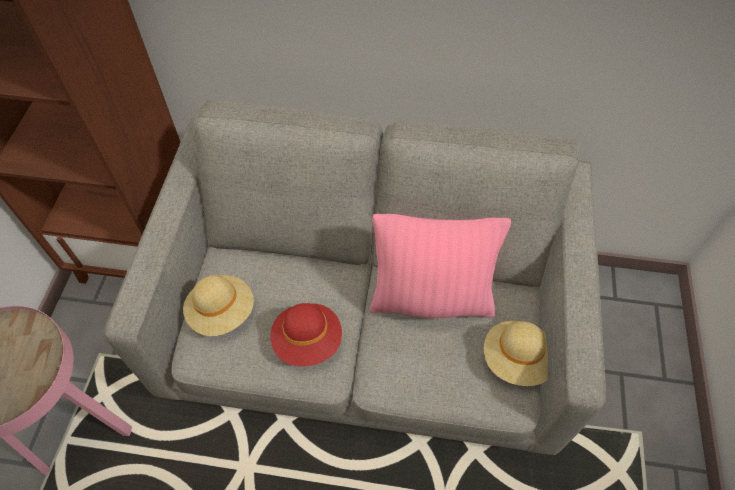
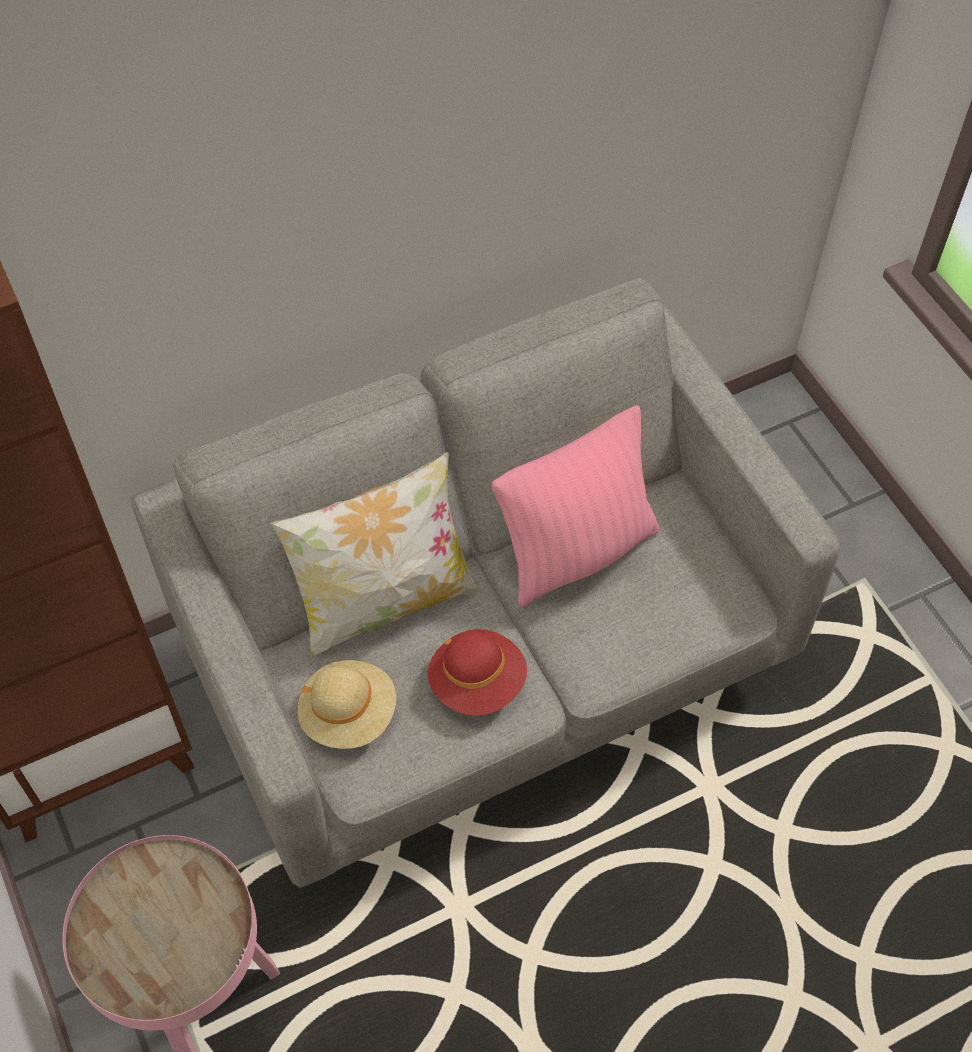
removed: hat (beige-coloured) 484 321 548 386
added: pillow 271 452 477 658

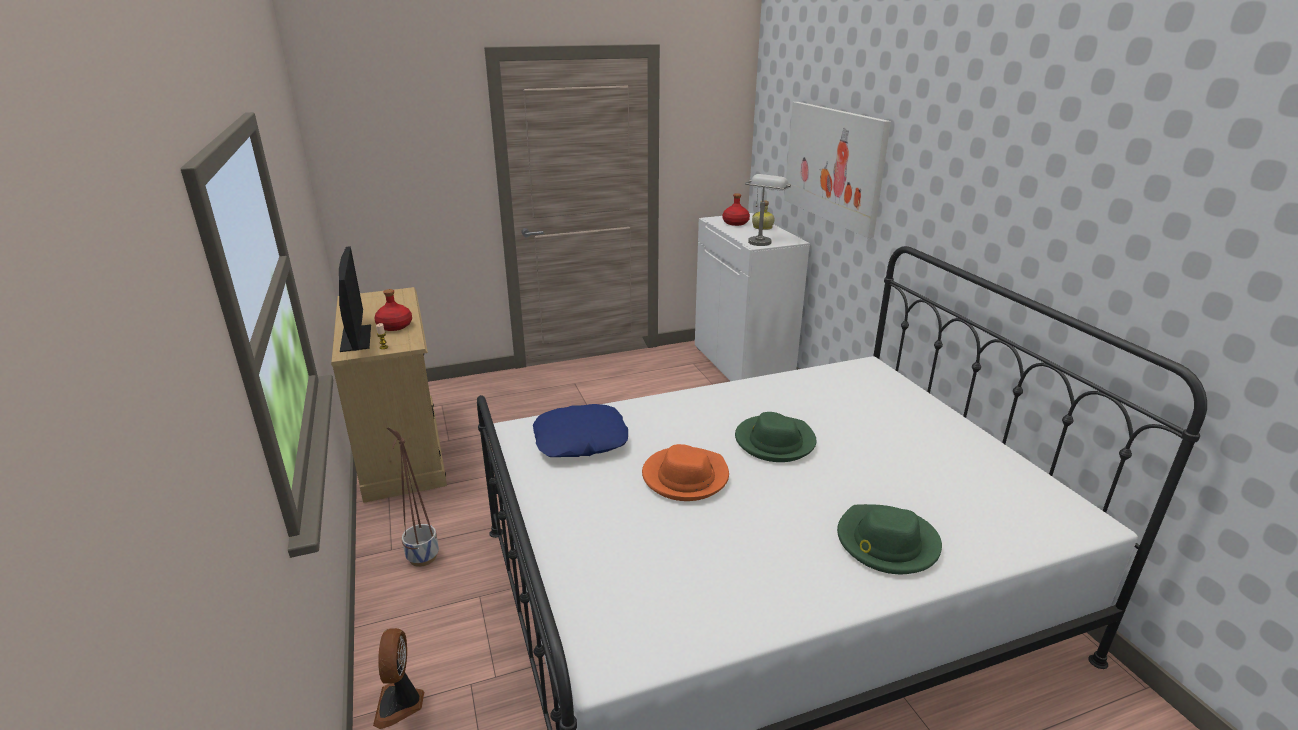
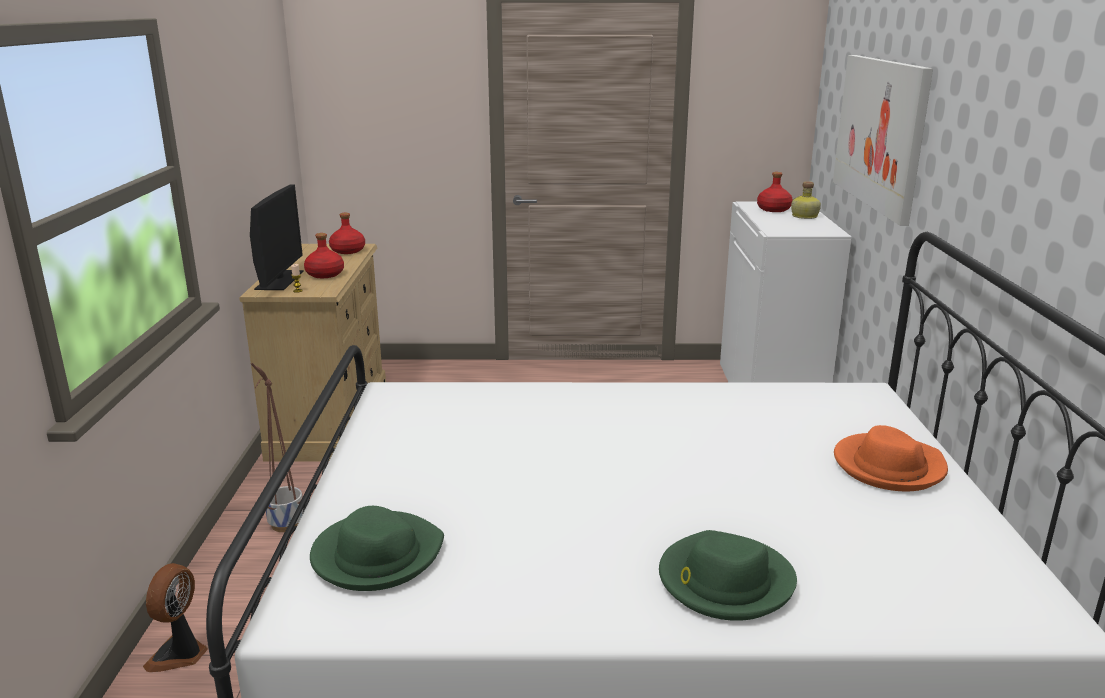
removed: table lamp (gray) 745 174 791 246; pillow (blue-coloured) 533 404 628 457
added: bottle (red) 329 213 365 254
moved: hat (green-coloured) 735 412 817 462 to 310 506 444 591; hat (orangey) 642 444 729 501 to 834 425 948 491

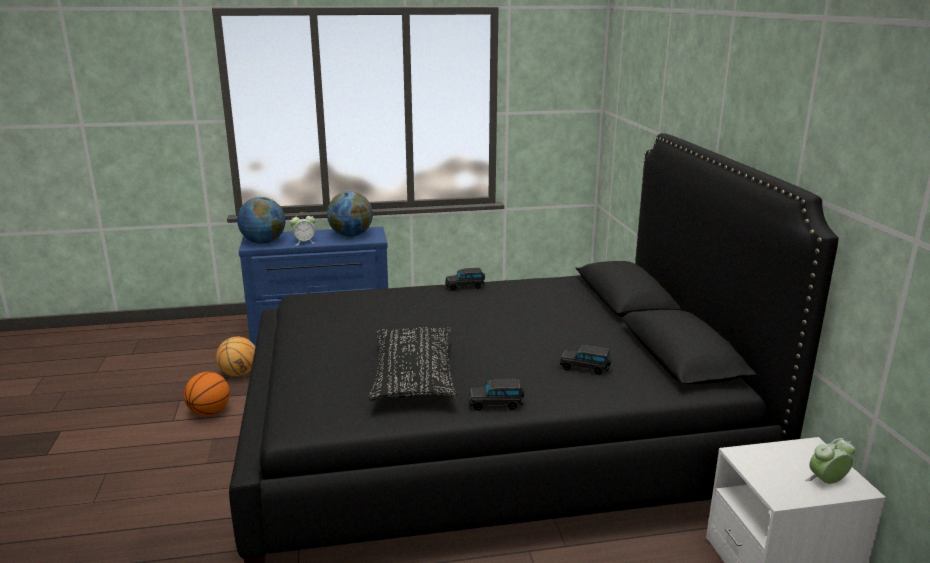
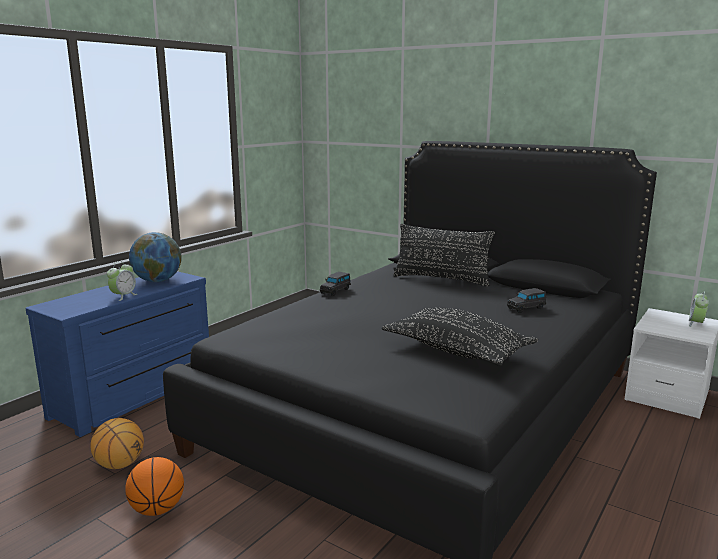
removed: globe 237 197 285 244; model car (black) 469 379 525 411
added: pillow (black) 394 224 495 286

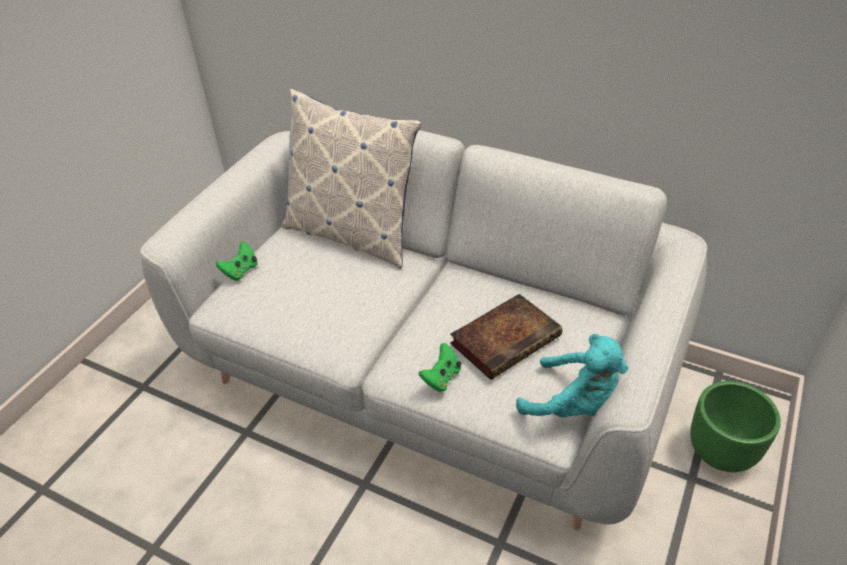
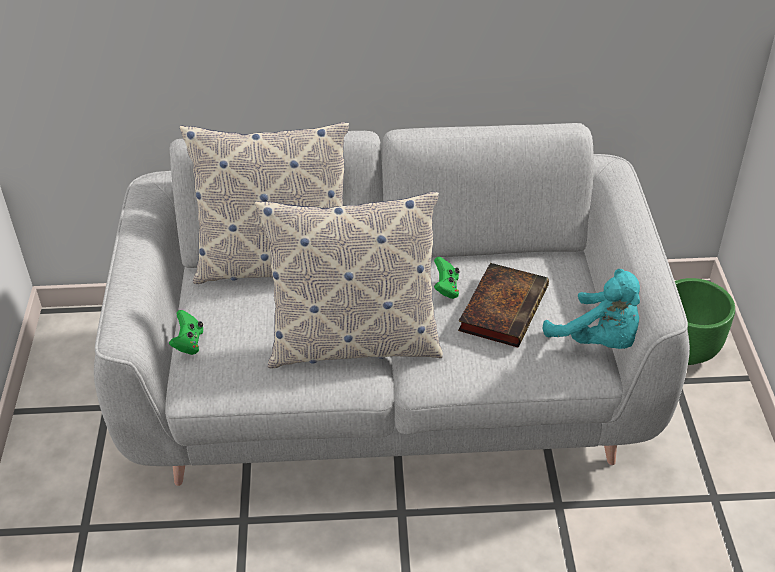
added: pillow 255 192 443 368
moved: joypad (green-coloured) 419 343 461 392 to 434 257 459 299
turned: cuddly toy (turquoise) 516 334 628 418 = 543 269 640 349 45 degrees clockwise

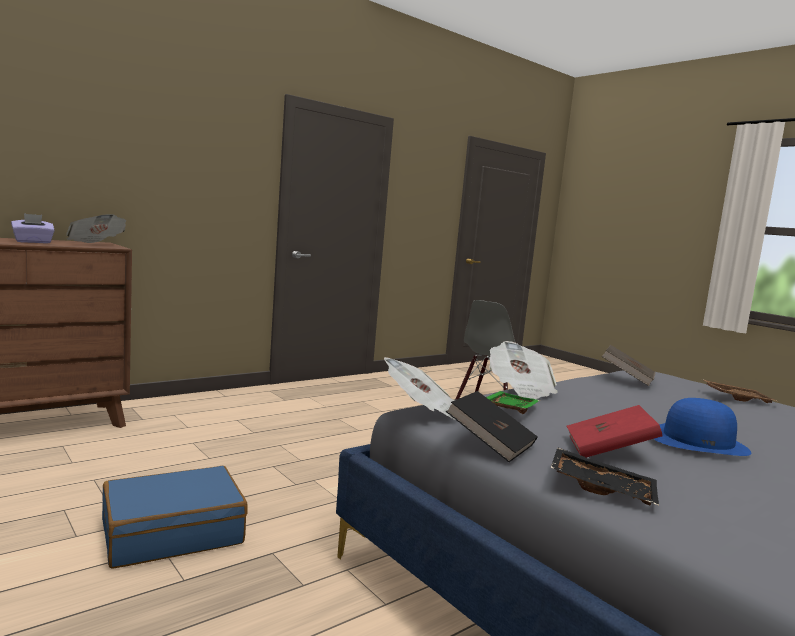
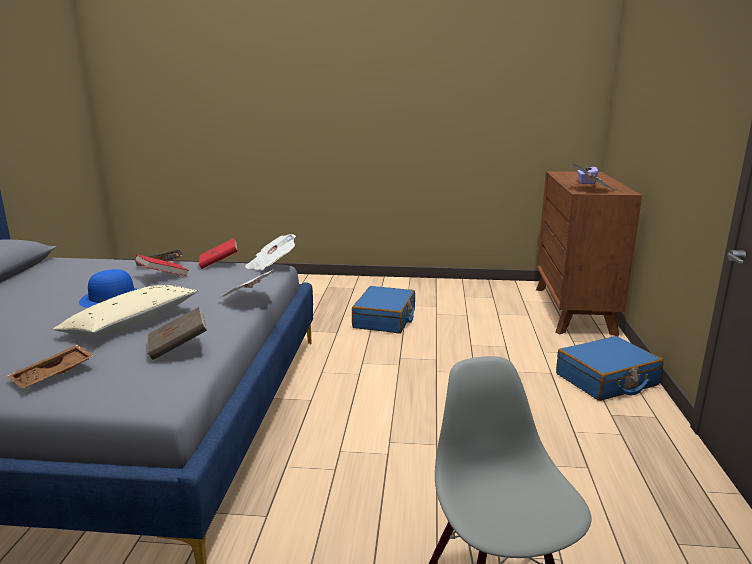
removed: tray (green-coloured) 486 391 540 414
added: pillow (beige-coloured) 53 285 198 337; piece of luggage (blue-coloured) 556 336 664 401
recoloured: bound book (black) 446 391 538 462 to bound book (red) 199 238 238 269

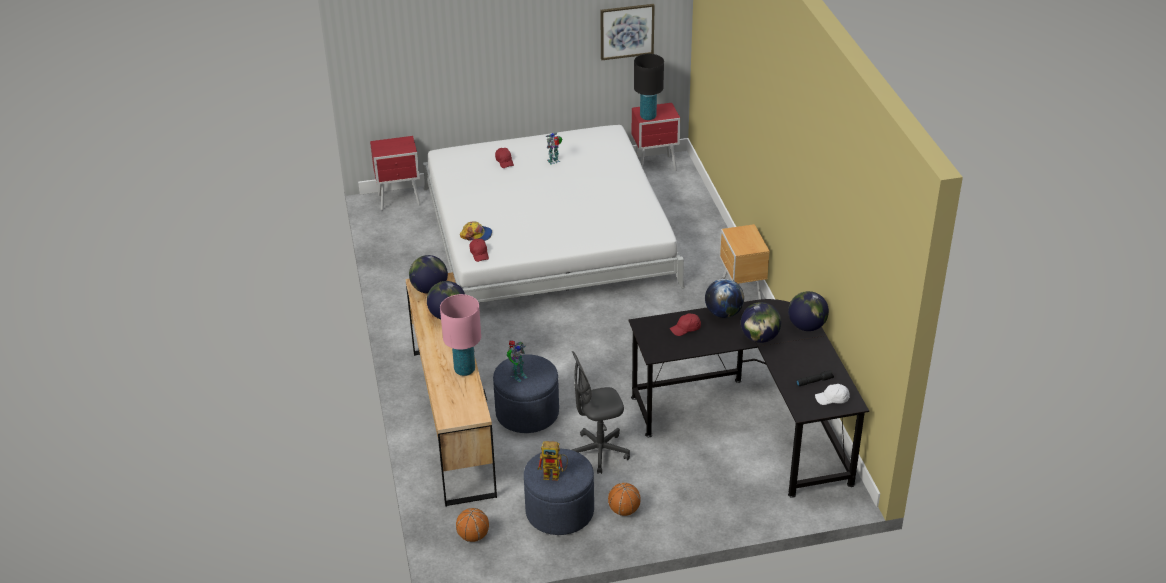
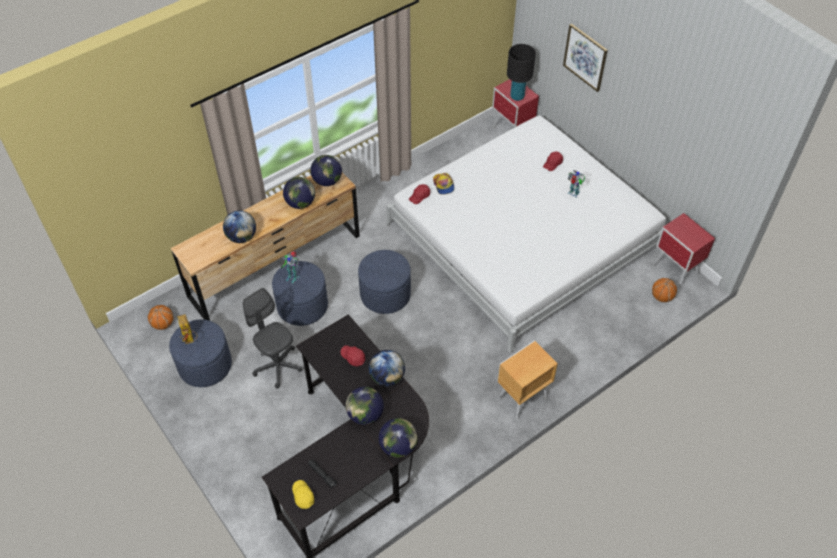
added: ottoman (blue-coloured) 358 250 411 314
moved: wall art 600 4 655 60 to 563 23 608 92; table lamp (black) 634 54 664 120 to 507 44 536 101; ball for basketball 608 483 641 516 to 652 278 677 302
replaced: table lamp (pink-coloured) 440 294 481 376 to globe 223 210 256 243
recoloured: cap (white-coloured) 815 384 850 405 to cap (yellow-coloured) 292 480 314 509

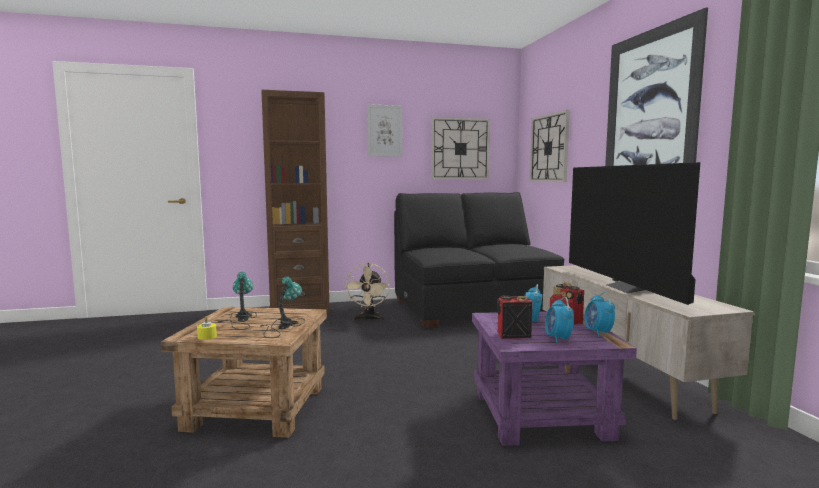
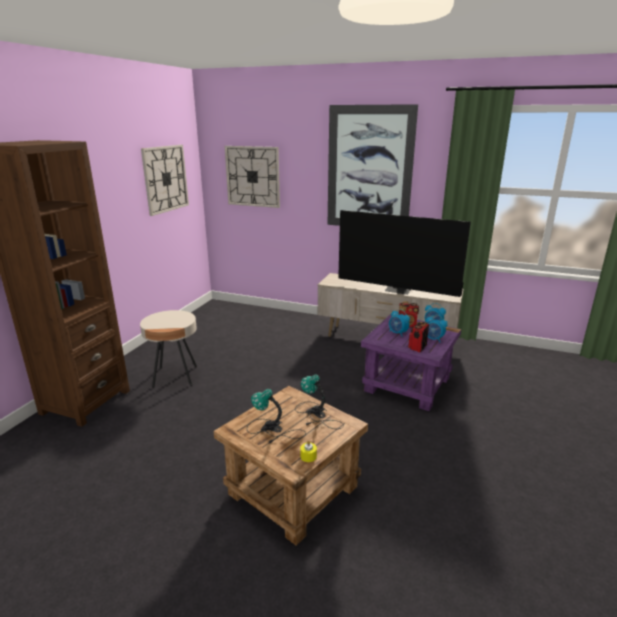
removed: wall art 367 104 402 157; couch (black) 394 192 564 328
replaced: cooling fan (beige-coloured) 346 263 390 321 to side table (beige-coloured) 140 310 197 388

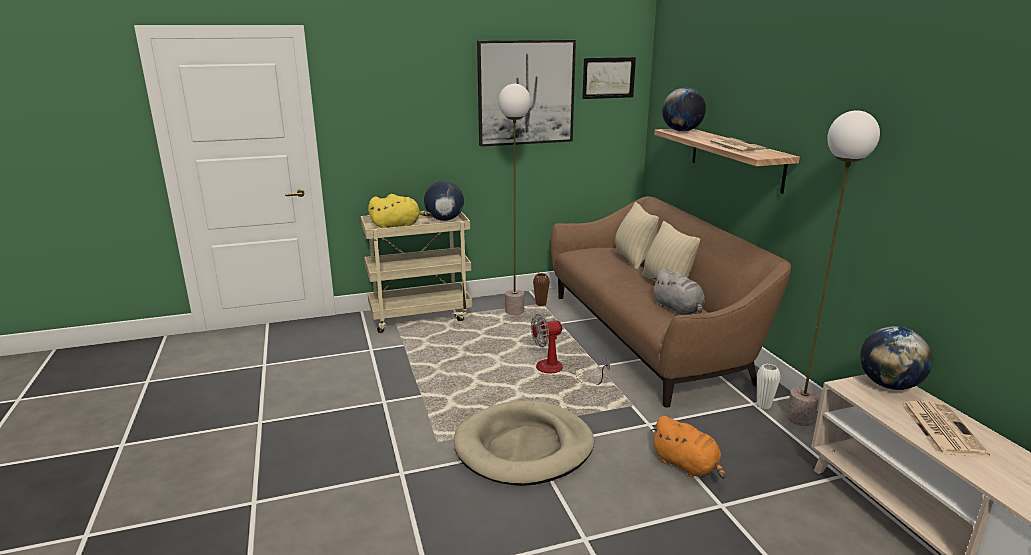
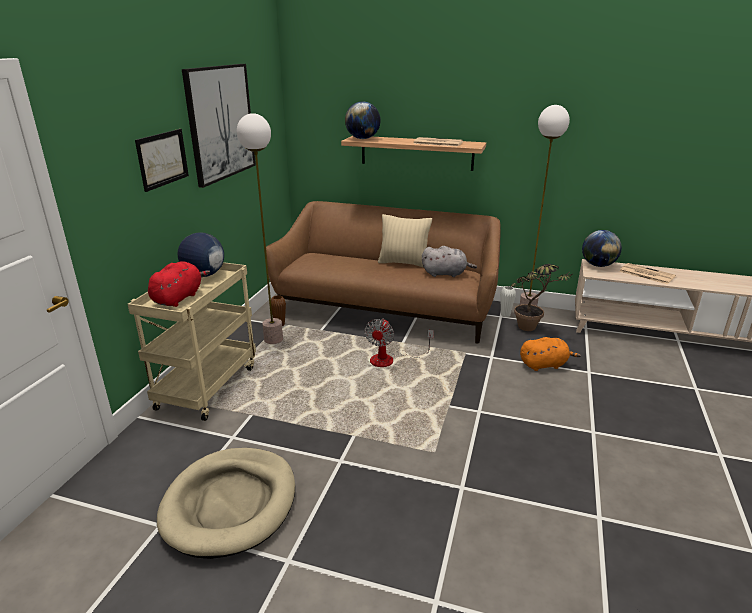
removed: pillow (beige-coloured) 615 202 659 270
added: plant in a pot 511 264 573 331
moved: wall art 582 57 636 99 to 135 129 189 192; dog bed (beige-coloured) 454 400 594 486 to 157 448 295 559
recoloured: cuddly toy (yellow-coloured) 368 194 431 228 to cuddly toy (red) 148 261 210 307

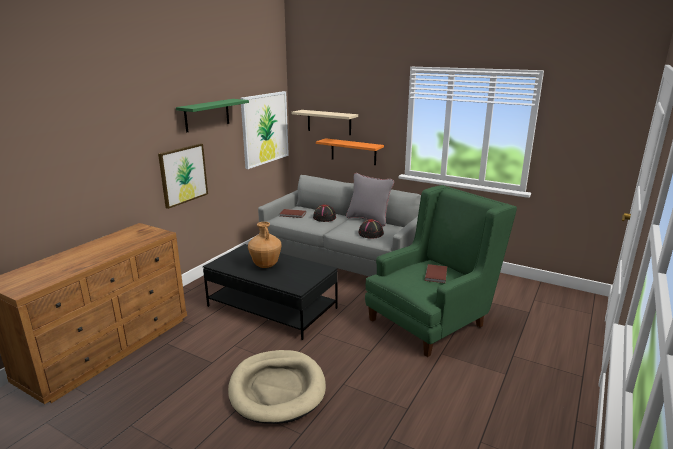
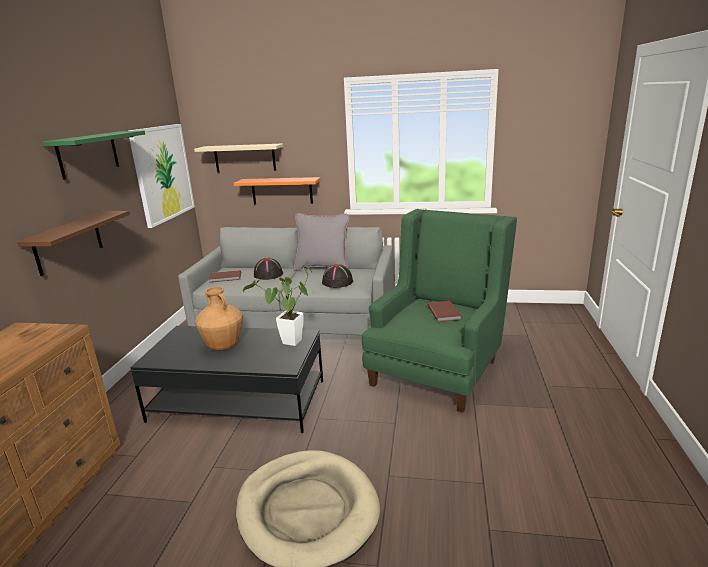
added: plant in a pot 243 265 312 346
replaced: wall art 158 143 208 209 to bracket shelf (brown) 17 211 130 276

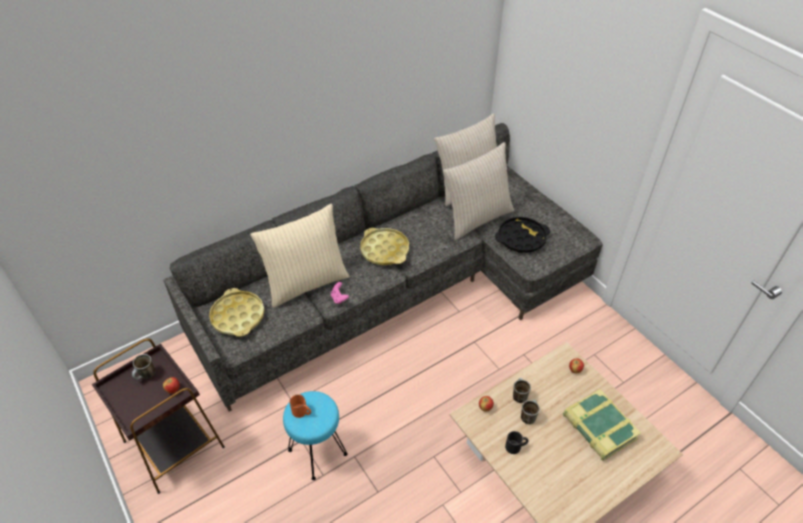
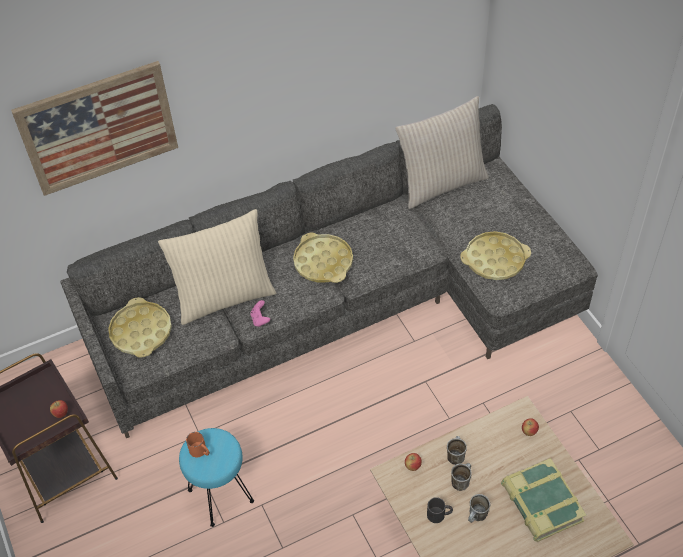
removed: pillow (beige-coloured) 443 142 514 240
added: wall art 11 61 178 196
moved: tea mug 132 354 155 380 to 468 494 490 523
recoloured: tray (black) 495 217 550 253 to tray (yellow-coloured) 460 231 531 280

